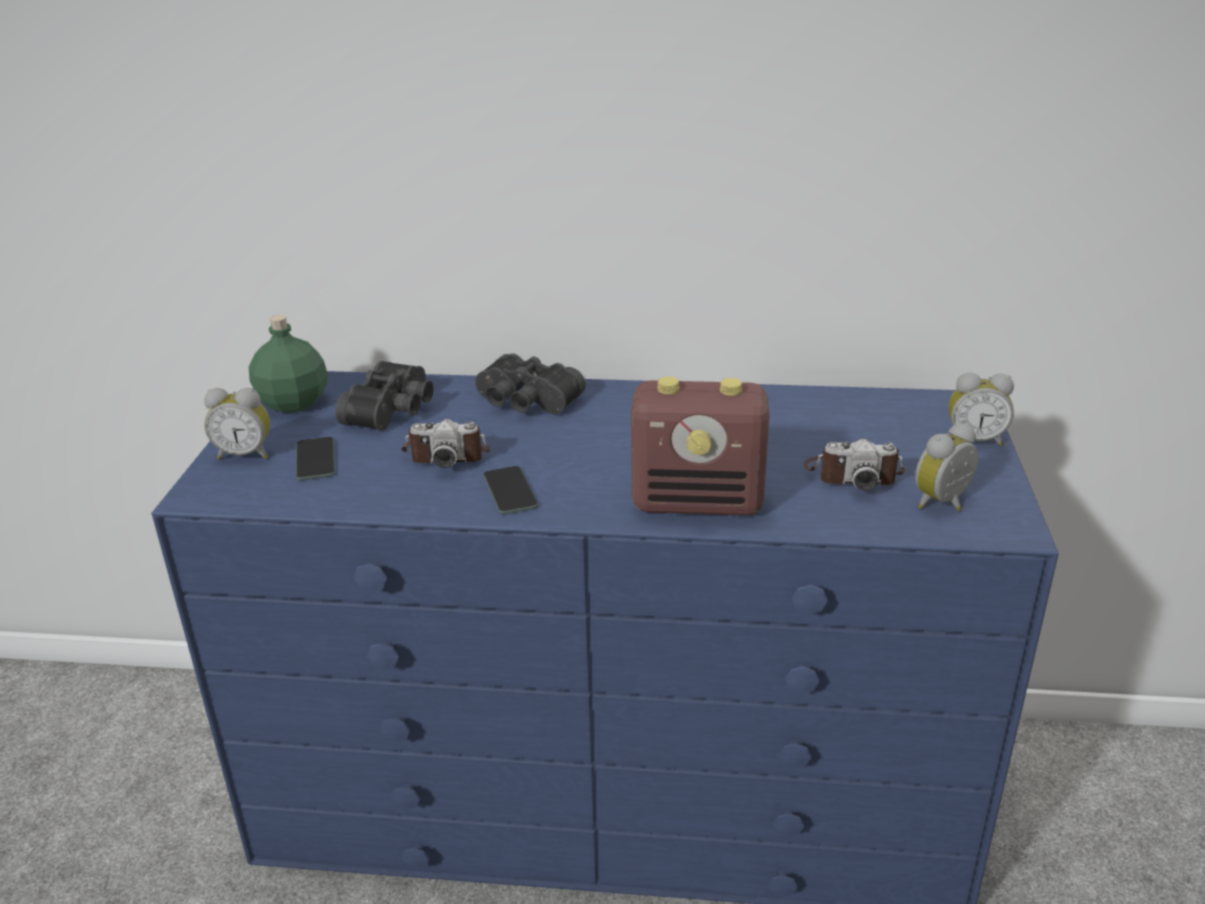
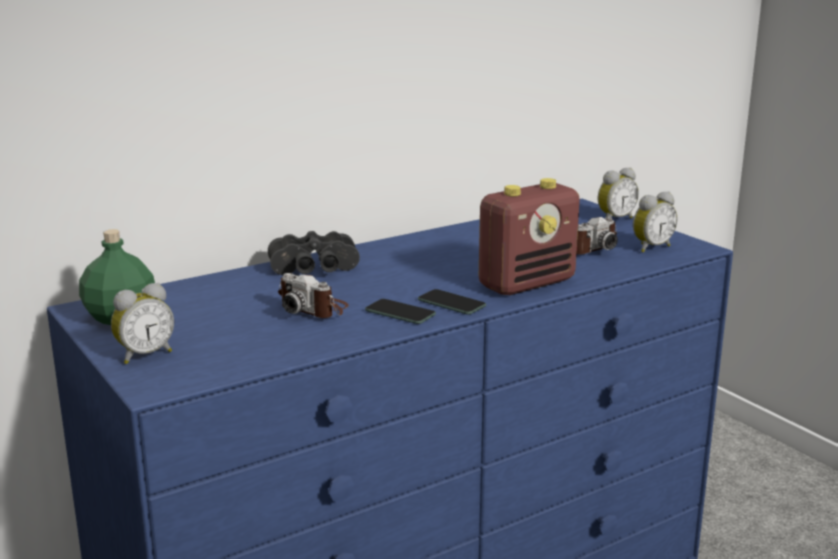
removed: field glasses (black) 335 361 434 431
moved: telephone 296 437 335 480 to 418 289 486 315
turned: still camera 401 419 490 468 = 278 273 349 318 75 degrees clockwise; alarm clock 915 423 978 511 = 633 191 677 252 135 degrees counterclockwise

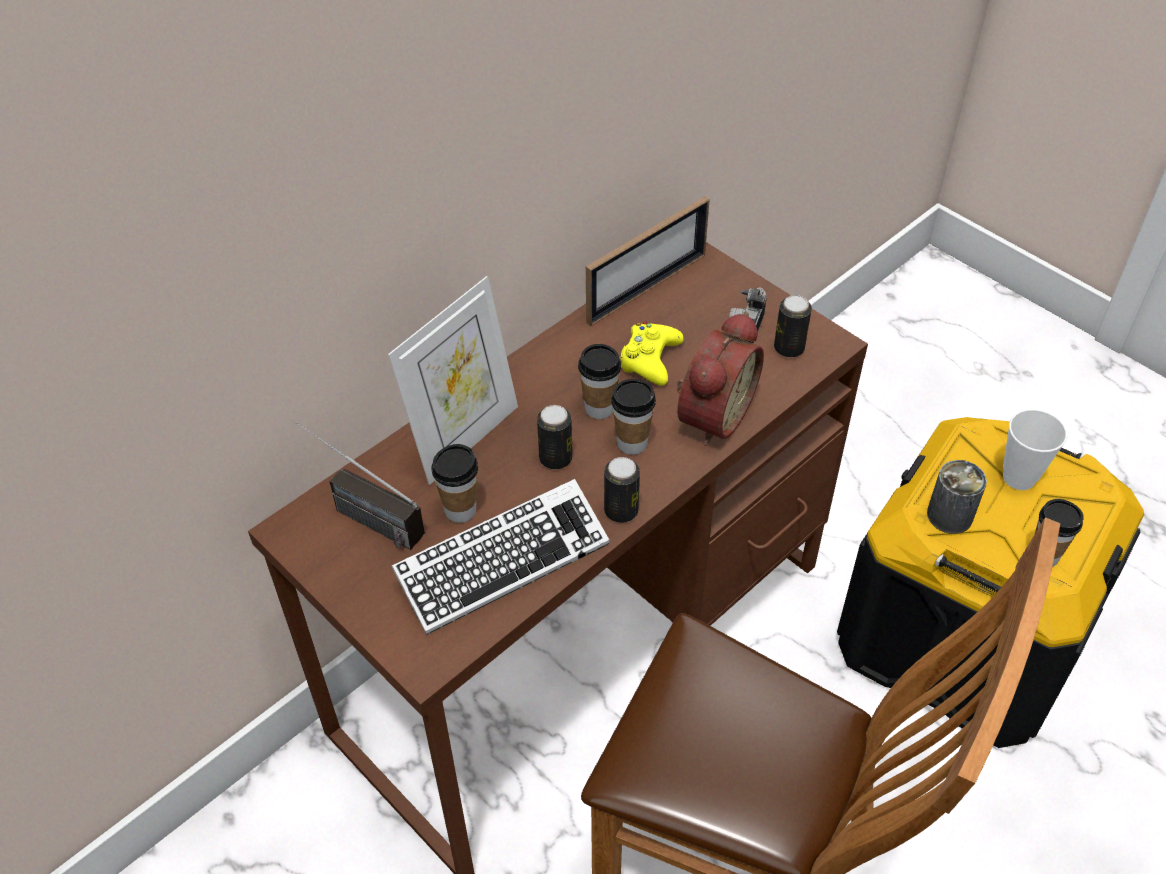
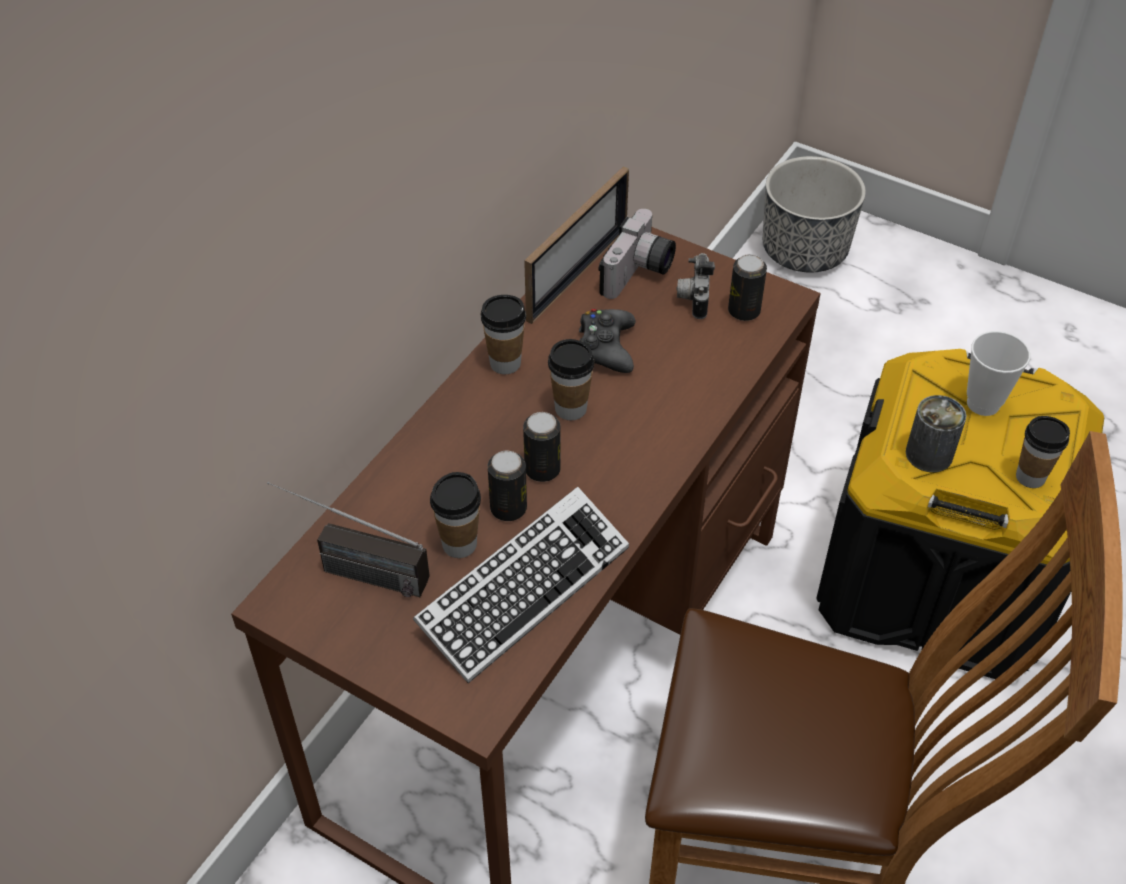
removed: picture frame 388 276 518 485; alarm clock 677 312 764 446
added: planter 763 156 866 273; still camera 598 209 676 299
moved: drinking cup 611 379 656 455 to 481 295 526 374; sealed can 604 457 640 523 to 488 451 527 521
recoloured: joypad (yellow-coloured) 620 322 684 385 to joypad (black) 579 309 636 373

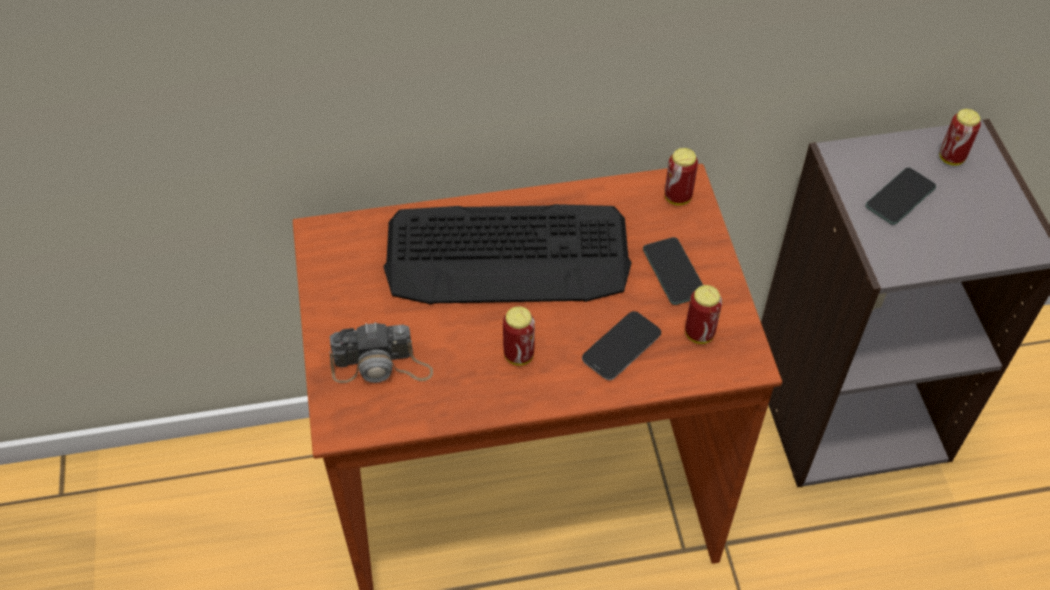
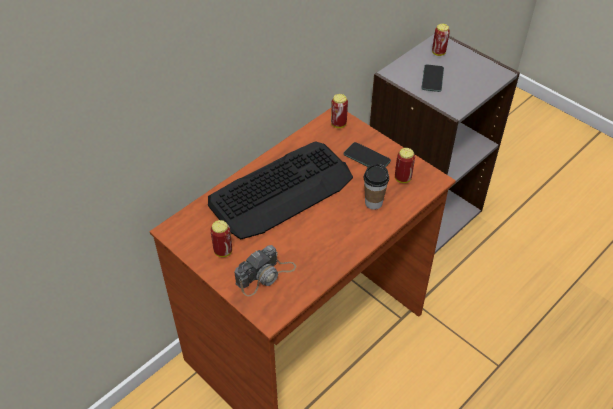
moved: sealed can 503 306 535 366 to 210 220 232 257
replaced: telephone 582 311 661 380 to drinking cup 364 164 389 210

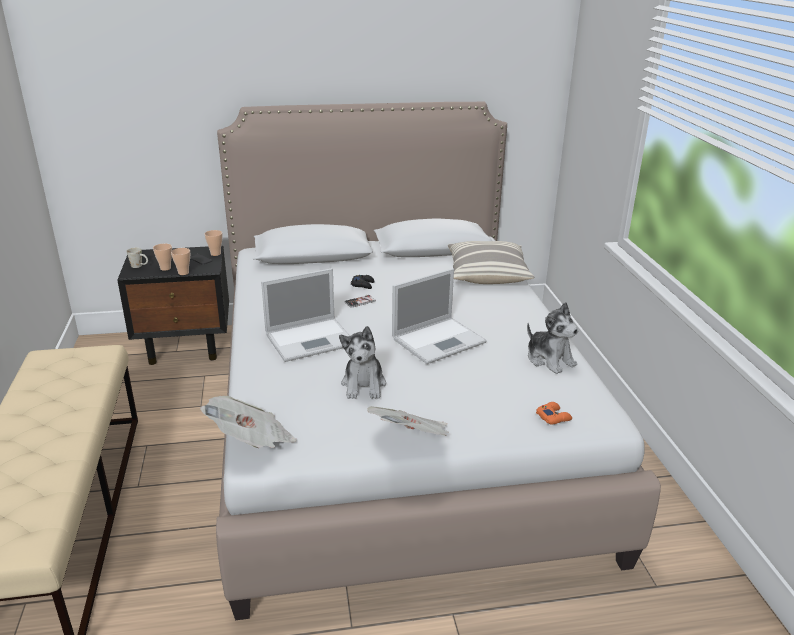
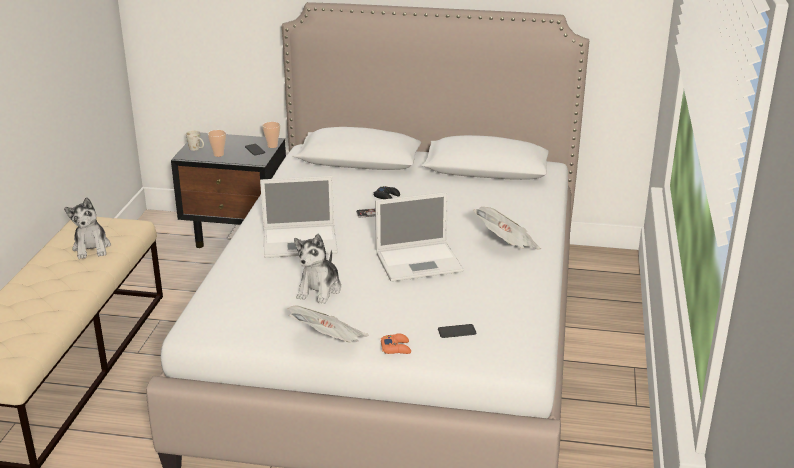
removed: pillow 448 241 534 284; drinking cup 171 248 190 275
added: telephone 438 324 476 338
moved: cuddly toy 527 302 578 374 to 64 197 111 259; printed paper 200 396 297 448 to 473 207 541 250; joypad (orangey) 536 402 572 425 to 381 333 411 354

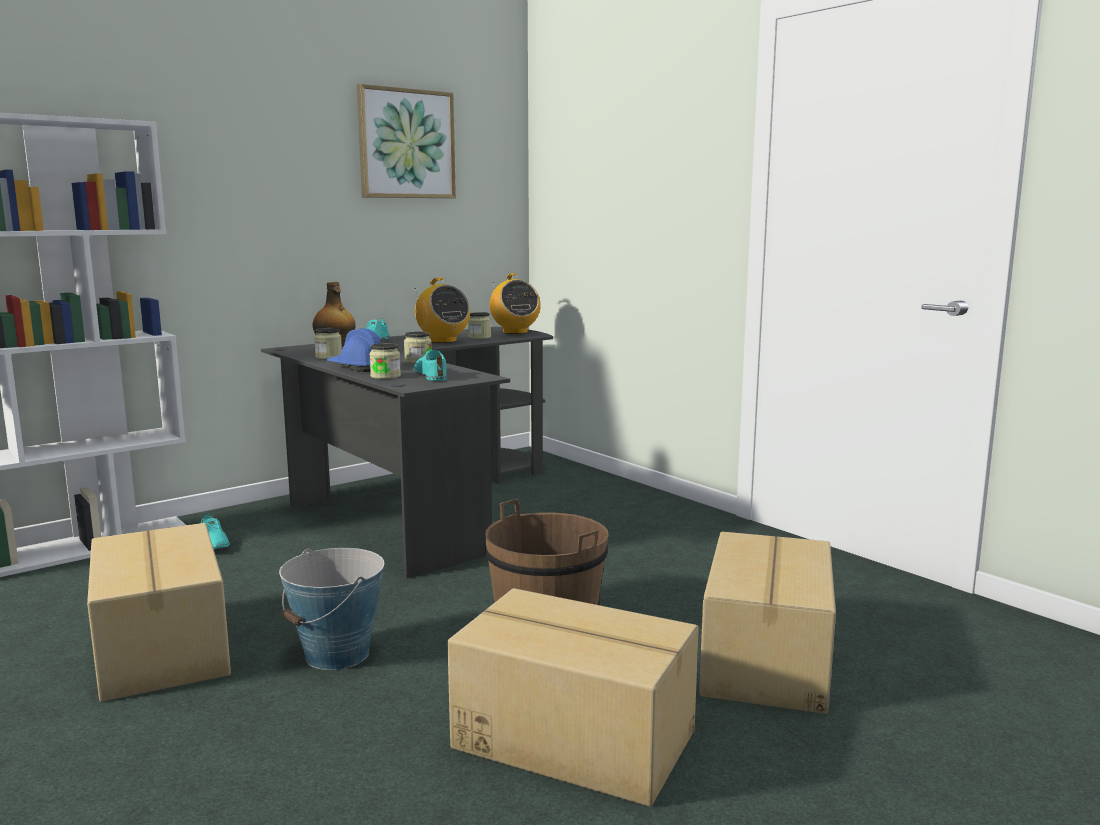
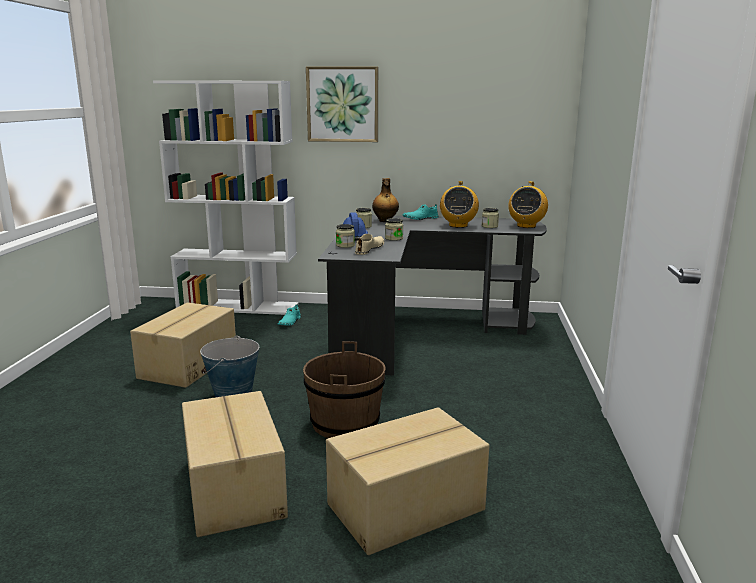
moved: wall art 357 84 456 198 to 306 66 378 142
recoloured: item of footwear (turquoise) 414 350 447 381 to item of footwear (beige-coloured) 355 234 384 255

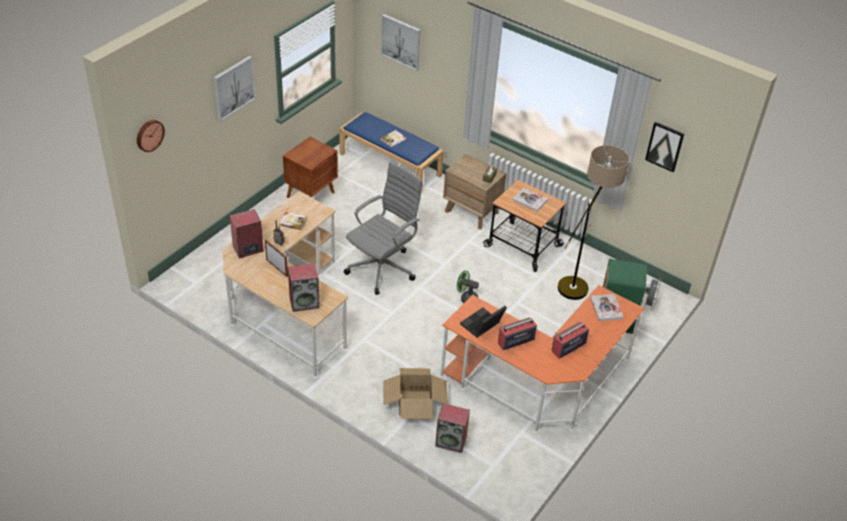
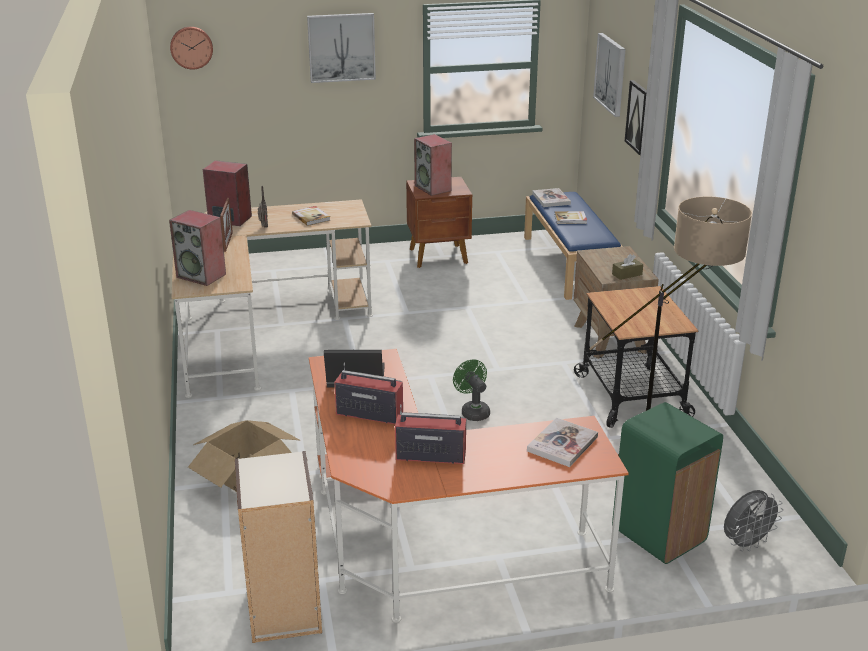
removed: computer chair (gray) 344 162 423 295
added: bookshelf 235 451 322 643
moved: wall art 645 121 684 172 to 625 80 647 155; bound book 513 187 548 212 to 532 188 571 207; loudspeaker 435 403 470 453 to 414 134 452 196

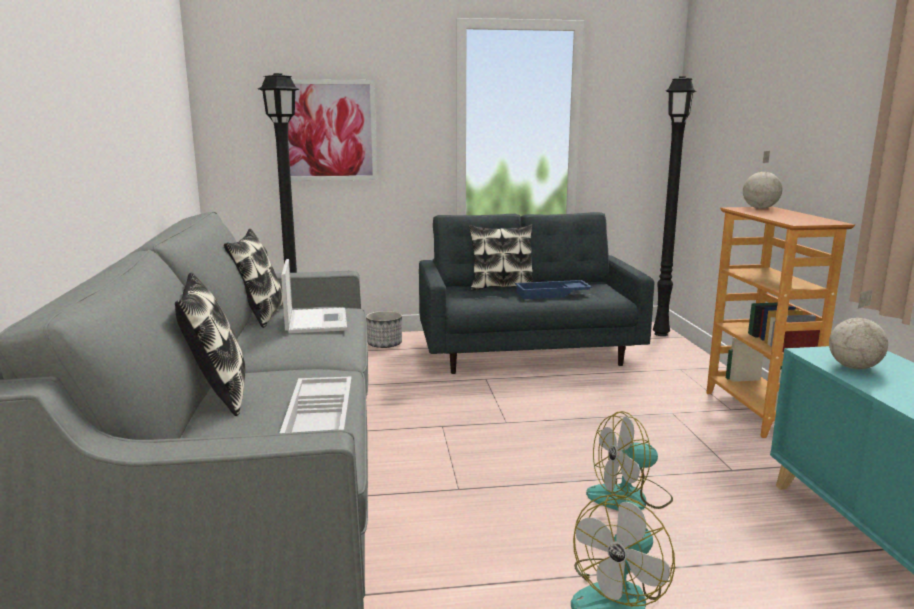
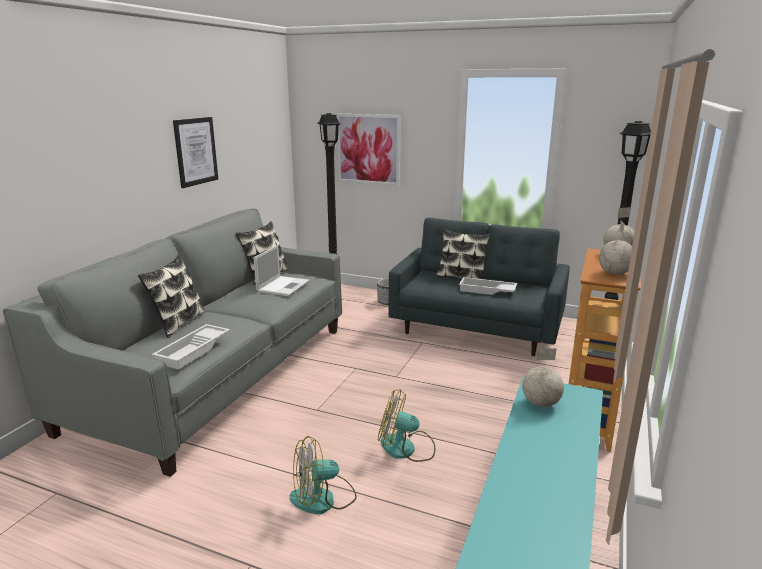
added: wall art 173 117 218 188; globe 599 221 632 275
recoloured: tray (blue-coloured) 515 280 592 299 to tray (white-coloured) 459 277 517 295

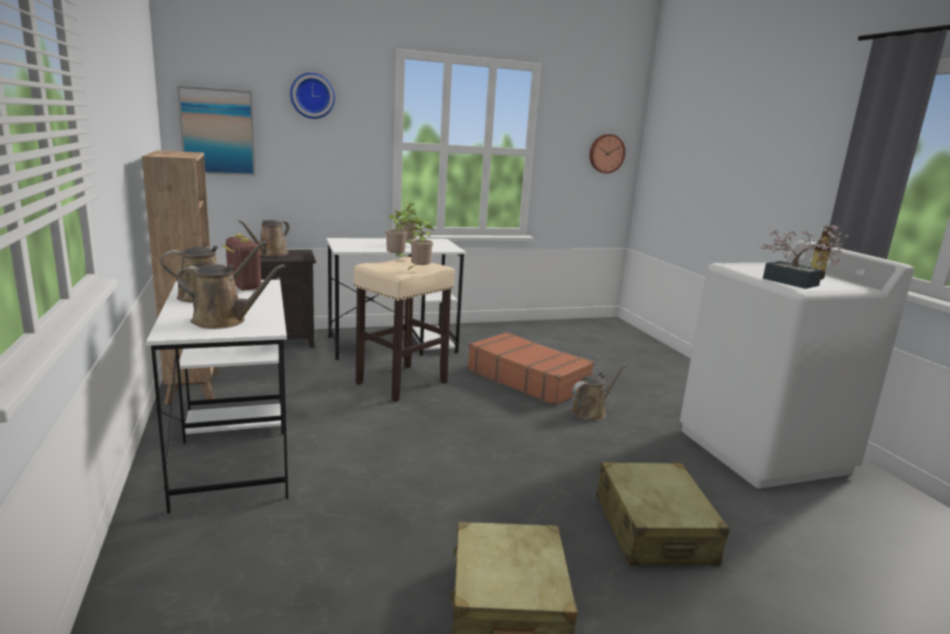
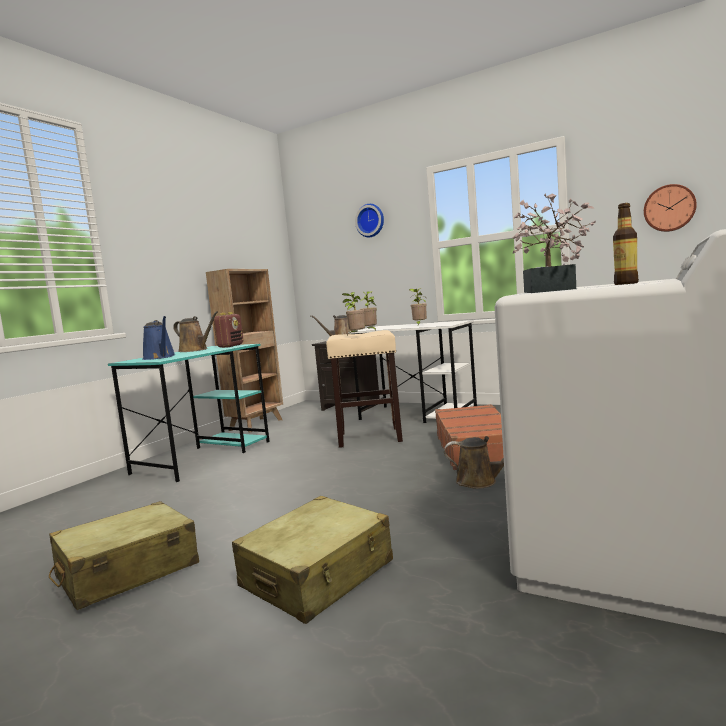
removed: wall art 177 86 255 176
recoloured: sprinkling can (brown) 177 264 285 329 to sprinkling can (blue-coloured) 142 316 176 360; desk table (white-coloured) 146 280 288 514 to desk table (turquoise) 108 344 270 482

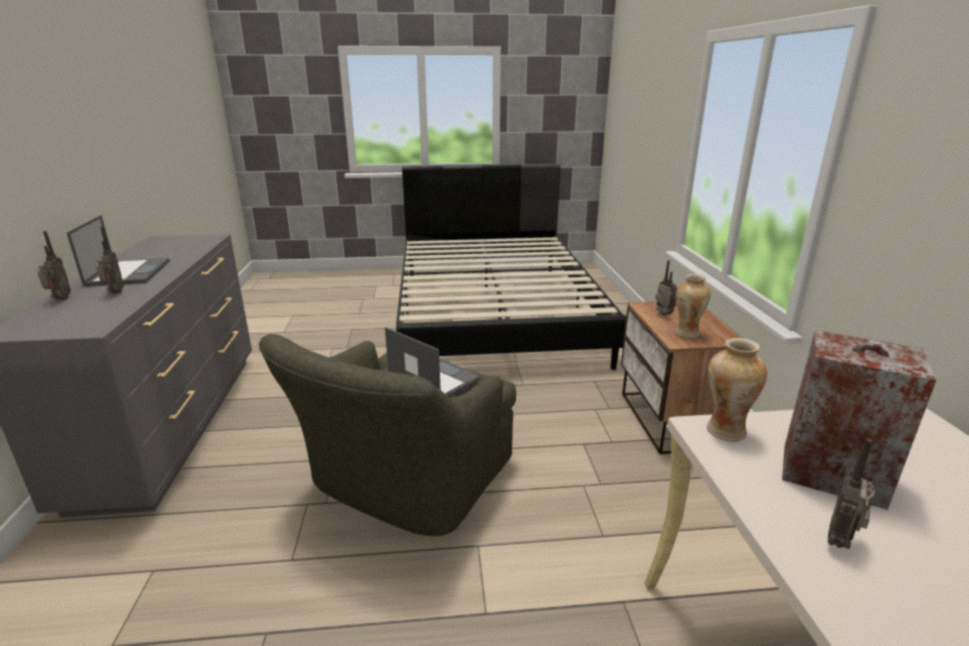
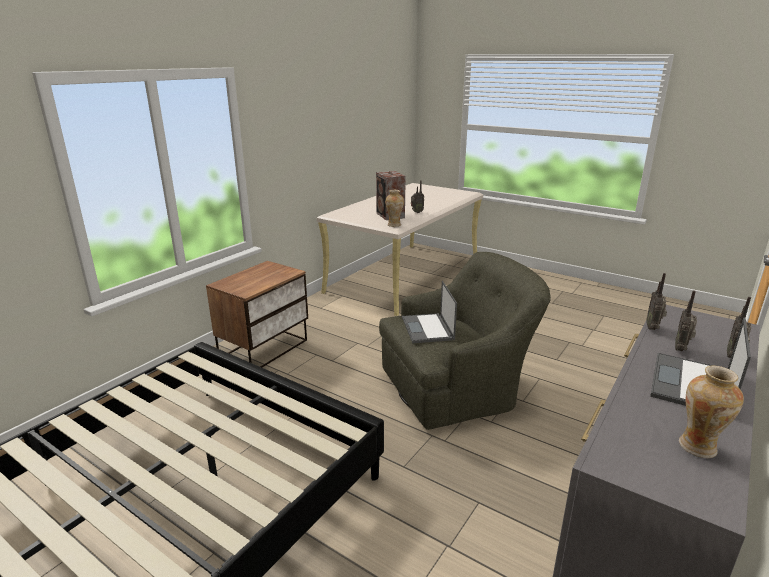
moved: radio 655 260 677 315 to 646 273 667 330; vase 675 274 711 338 to 679 366 744 458

